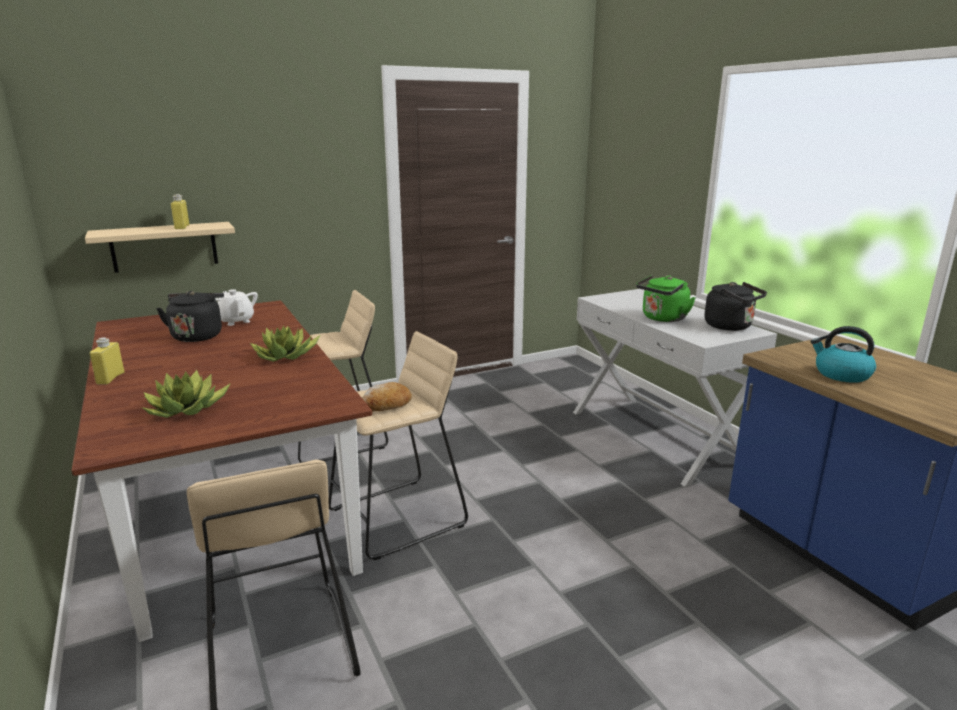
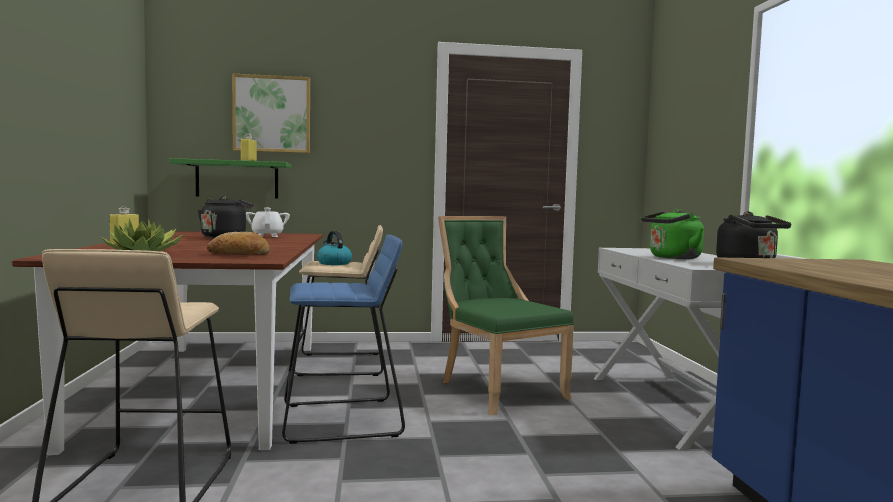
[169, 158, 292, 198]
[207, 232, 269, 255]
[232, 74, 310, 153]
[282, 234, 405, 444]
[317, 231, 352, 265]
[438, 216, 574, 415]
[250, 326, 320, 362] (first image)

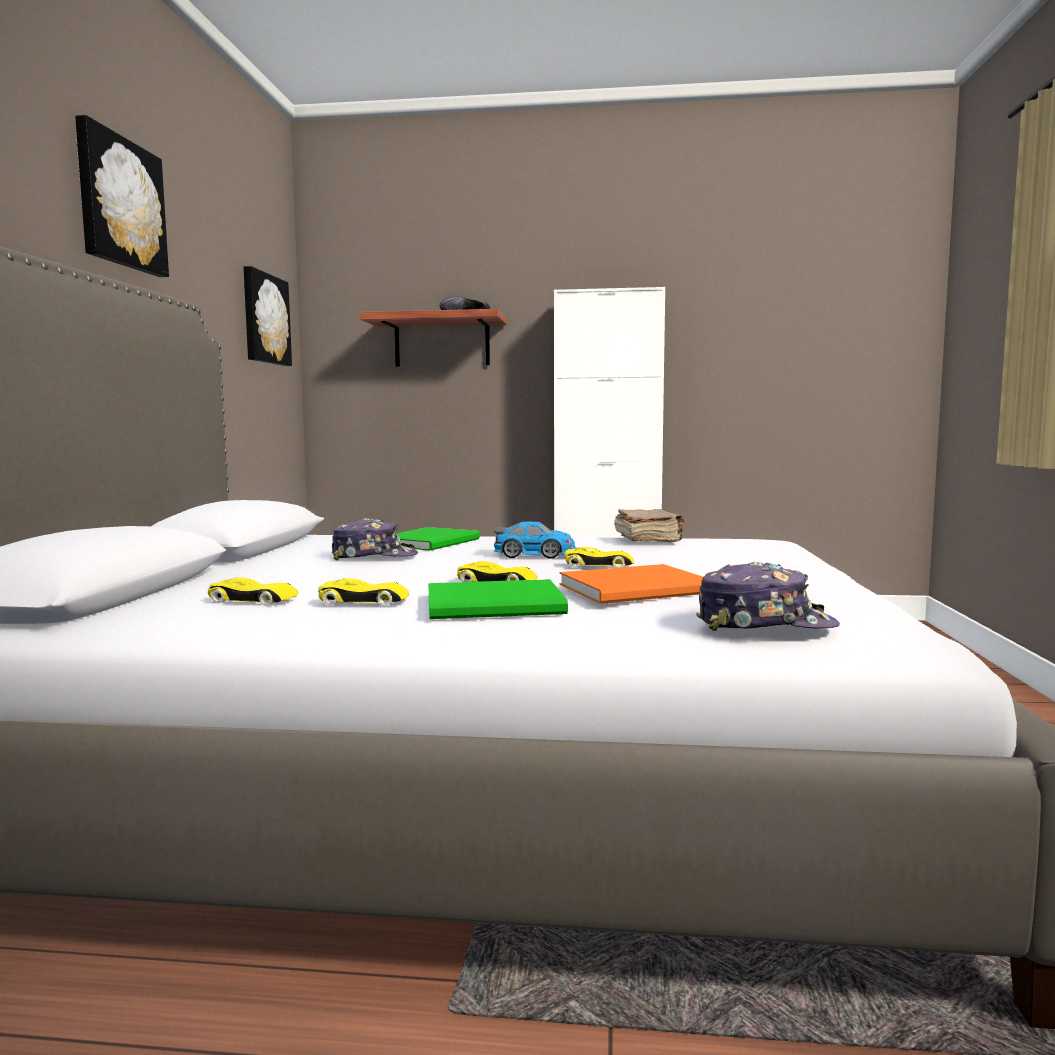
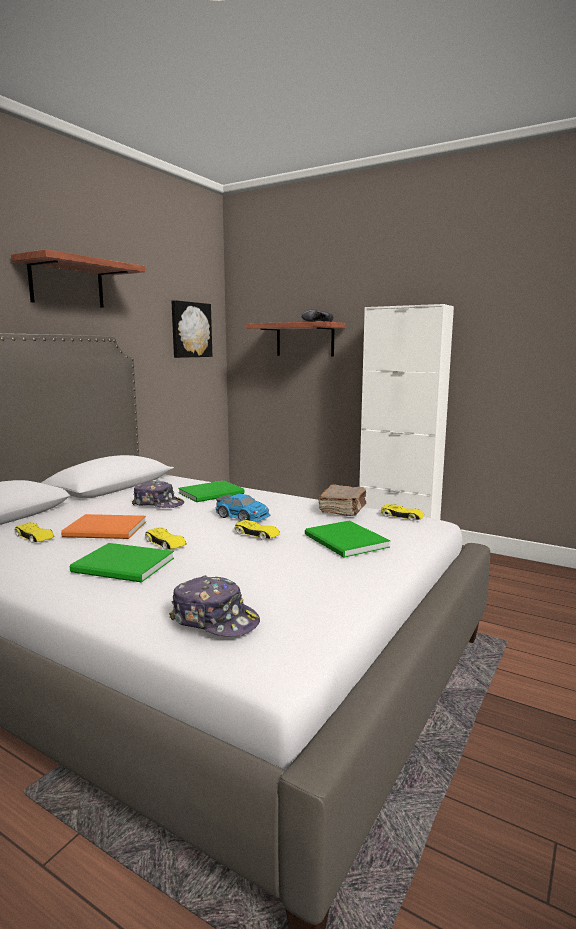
[11, 249, 145, 308]
[61, 514, 146, 539]
[305, 521, 391, 558]
[381, 504, 424, 521]

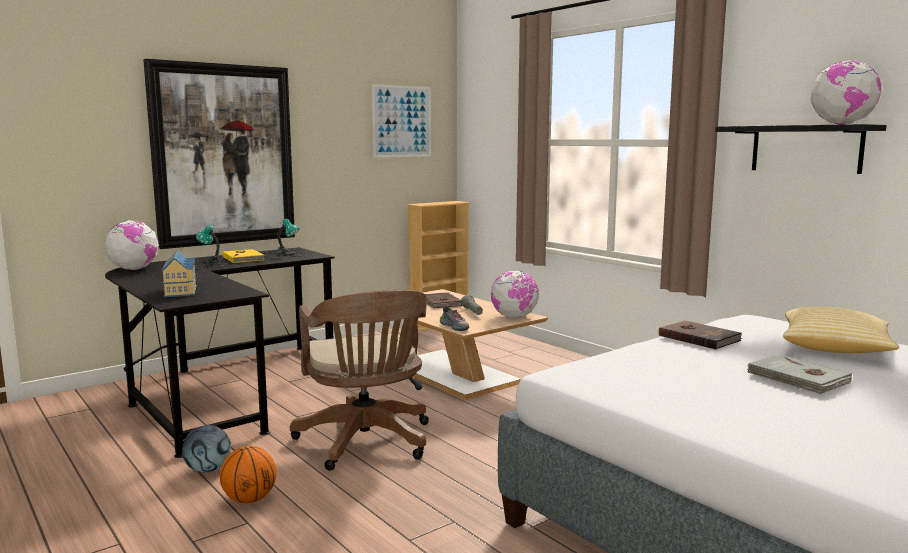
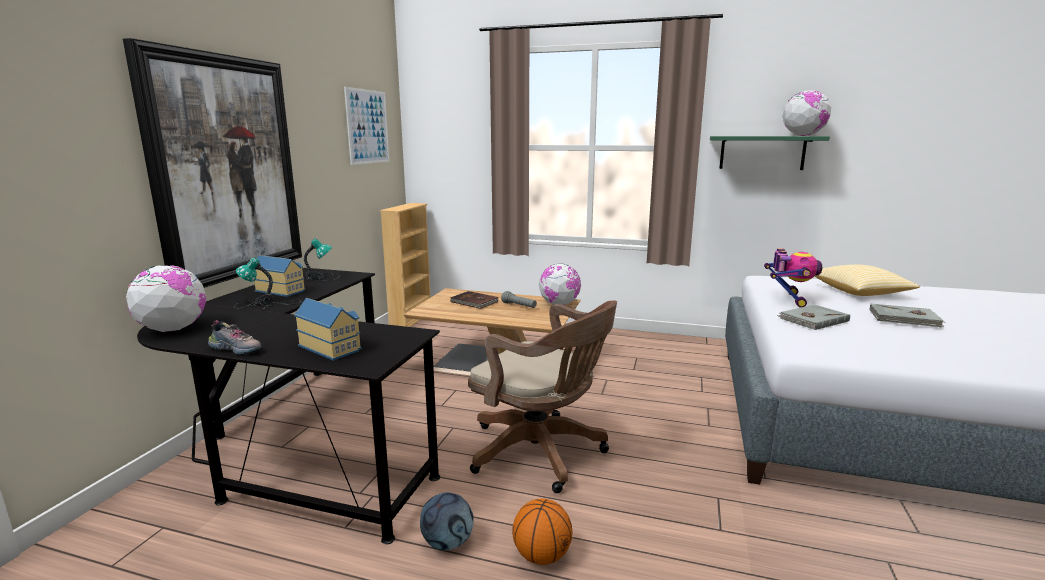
[208, 320, 262, 355]
[254, 255, 305, 297]
[710, 136, 830, 170]
[764, 248, 823, 308]
[777, 305, 850, 330]

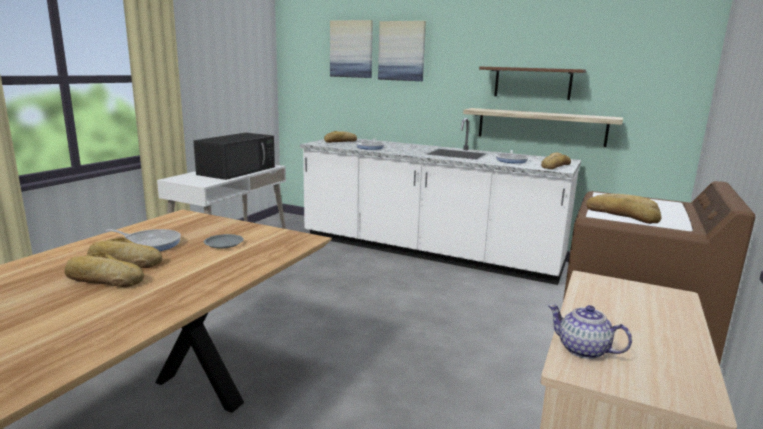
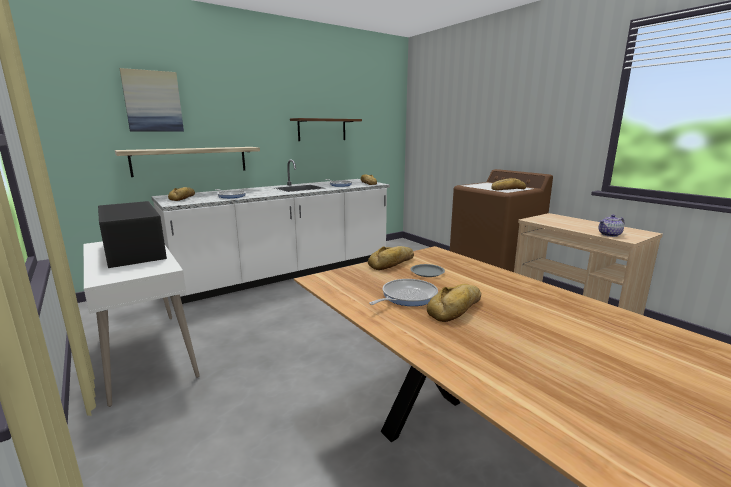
[115, 147, 260, 177]
[368, 246, 414, 270]
[378, 21, 426, 81] (first image)

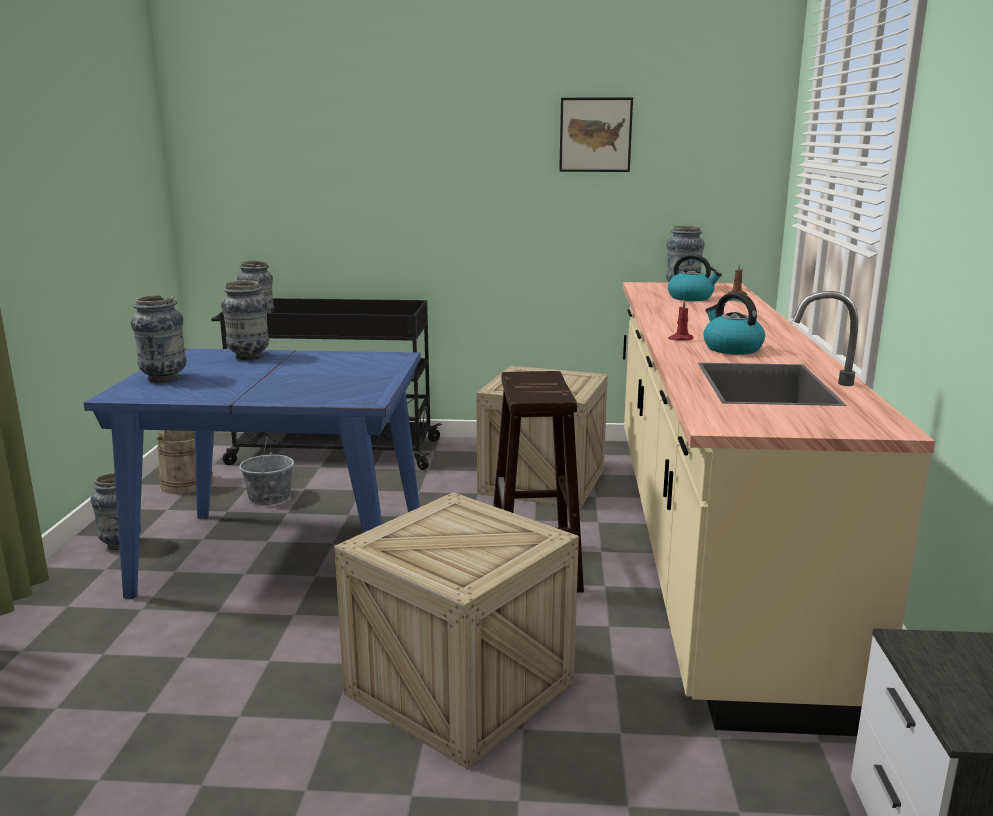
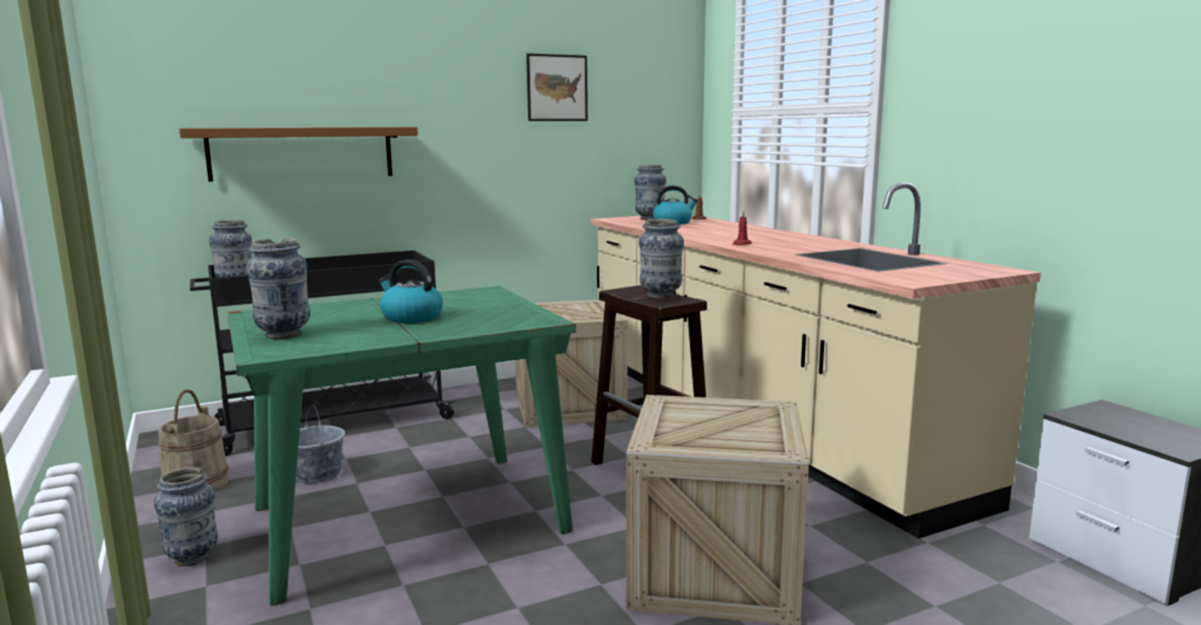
[179, 127, 418, 182]
[227, 286, 576, 605]
[379, 260, 443, 323]
[639, 219, 684, 299]

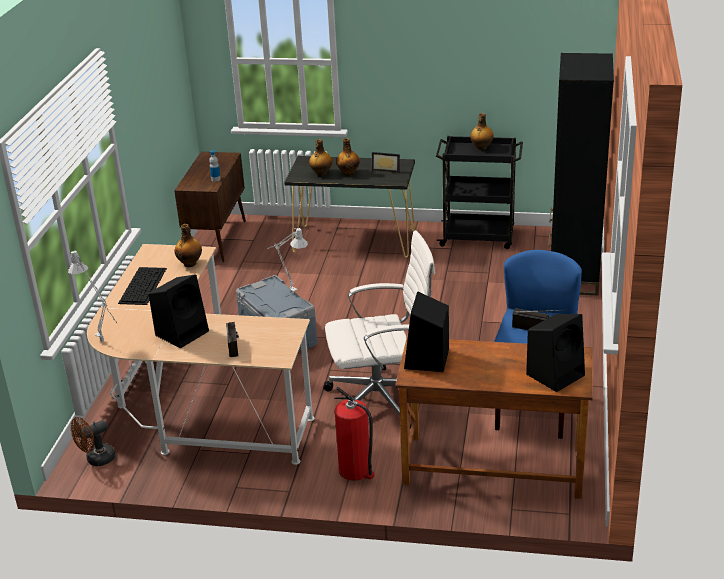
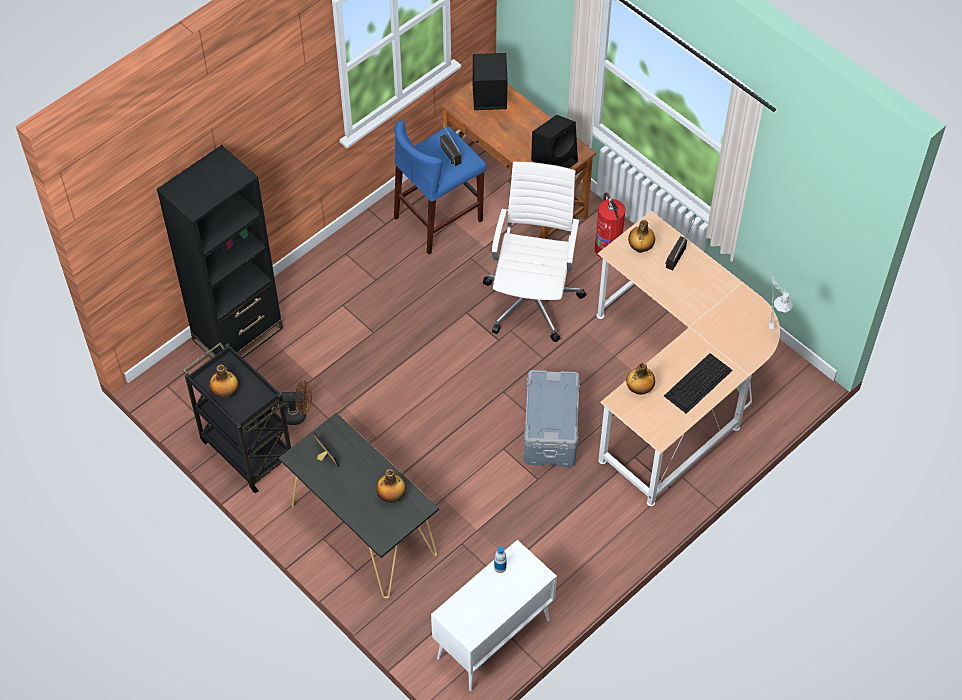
[281, 380, 312, 425]
[431, 540, 557, 691]
[483, 162, 587, 342]
[628, 220, 655, 253]
[148, 274, 209, 348] (first image)
[267, 228, 308, 293] (first image)

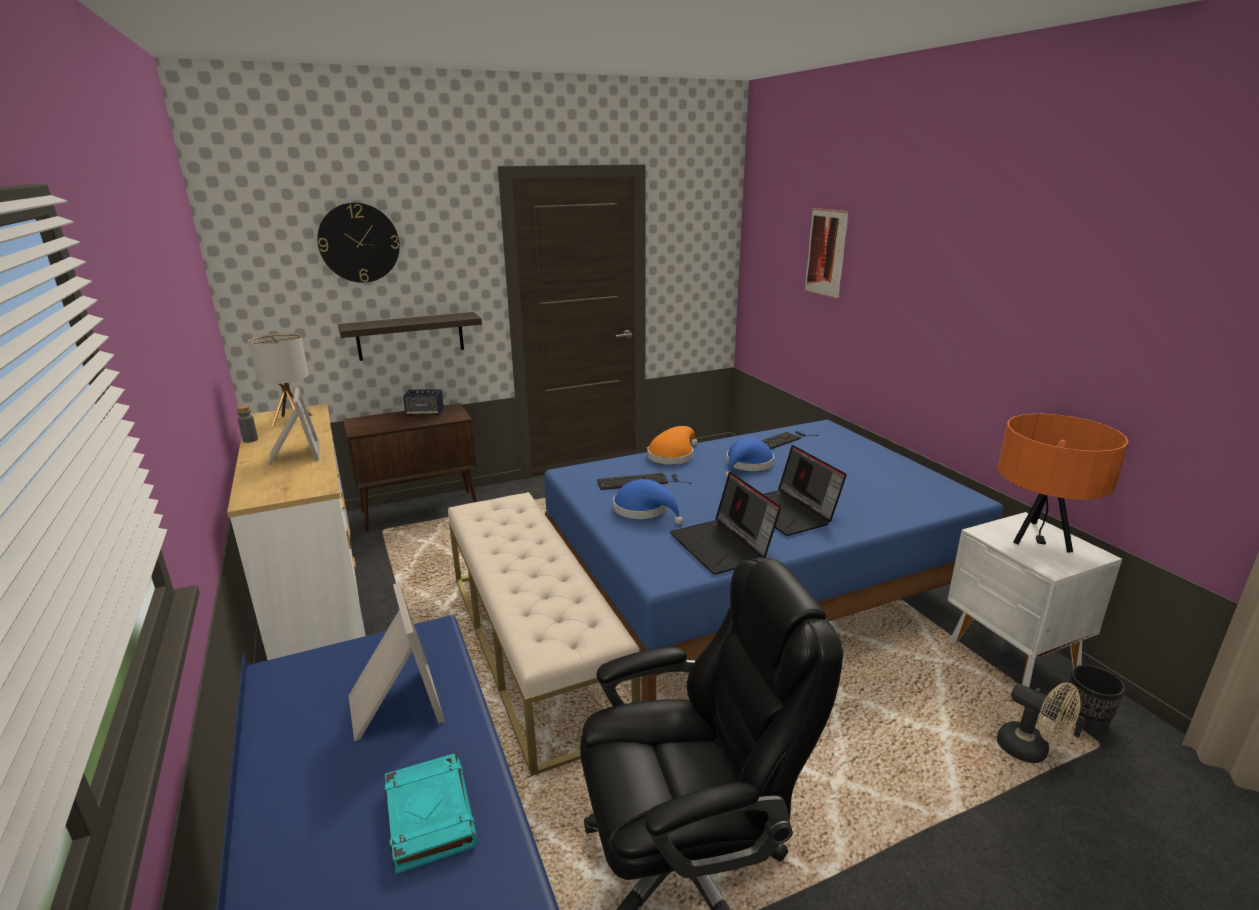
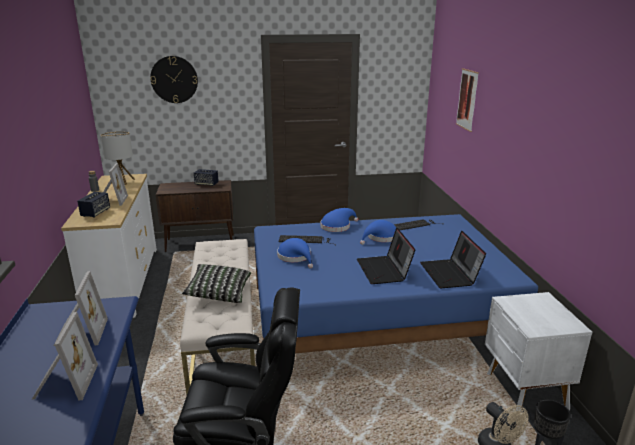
[32, 312, 98, 401]
[77, 192, 110, 218]
[182, 264, 251, 303]
[320, 208, 358, 232]
[420, 231, 486, 288]
[338, 312, 482, 361] (first image)
[998, 413, 1129, 553] (first image)

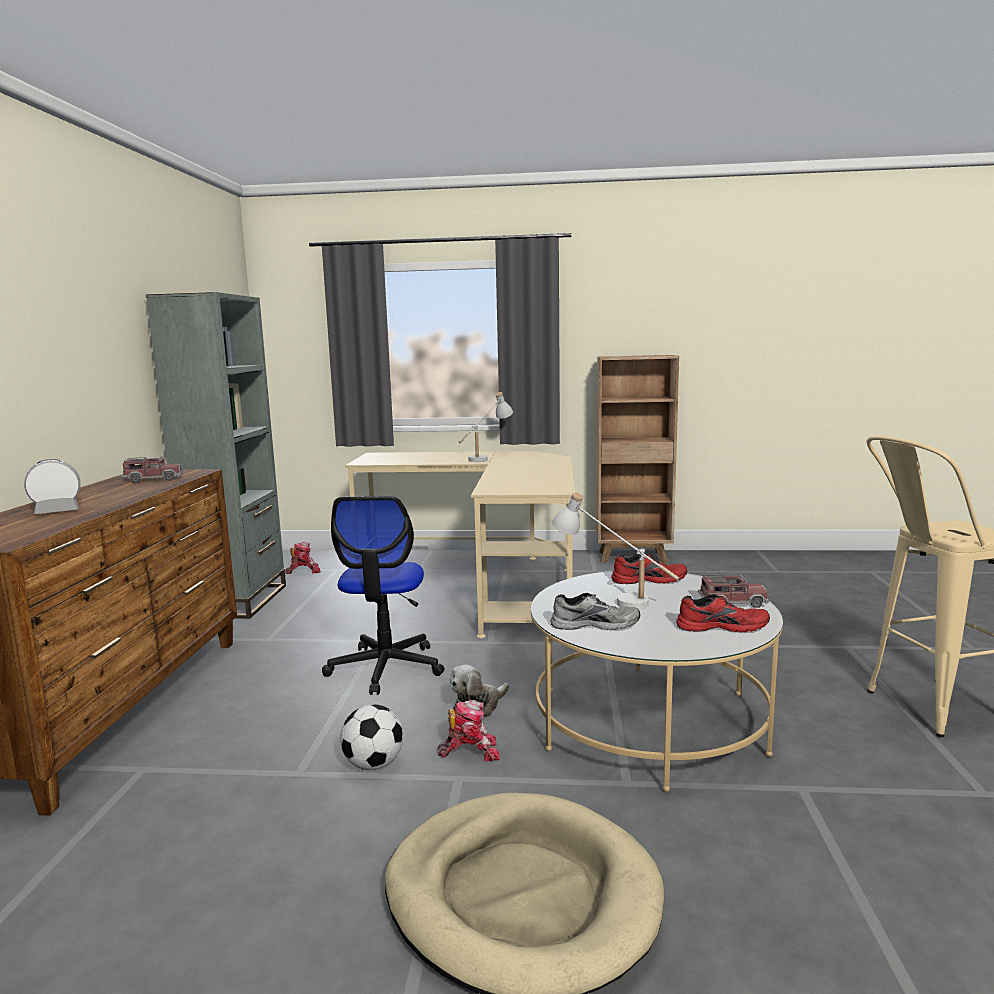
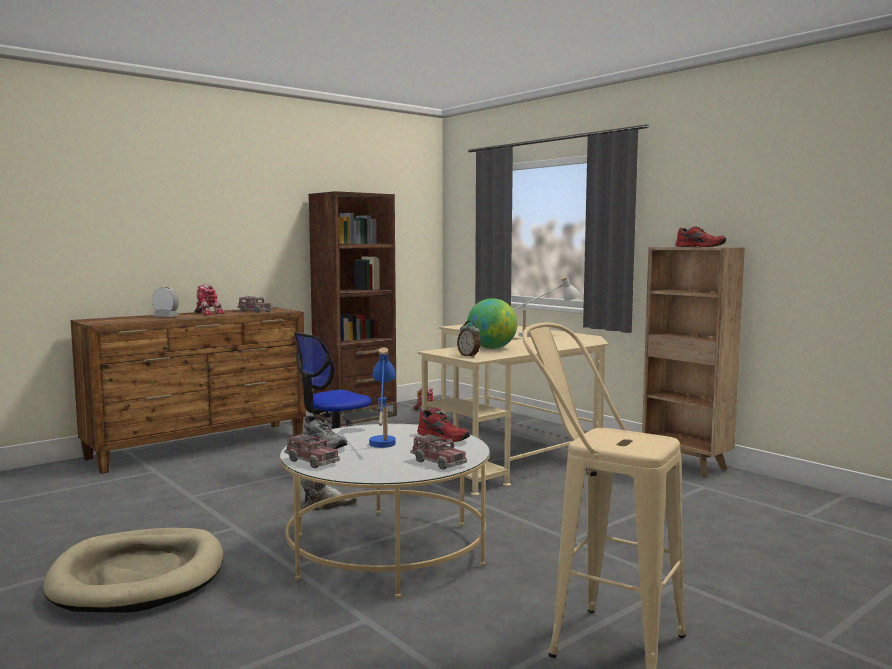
[194, 284, 225, 315]
[284, 432, 340, 468]
[309, 191, 397, 426]
[369, 347, 396, 448]
[457, 321, 480, 357]
[467, 298, 517, 349]
[675, 226, 726, 247]
[340, 704, 403, 770] (first image)

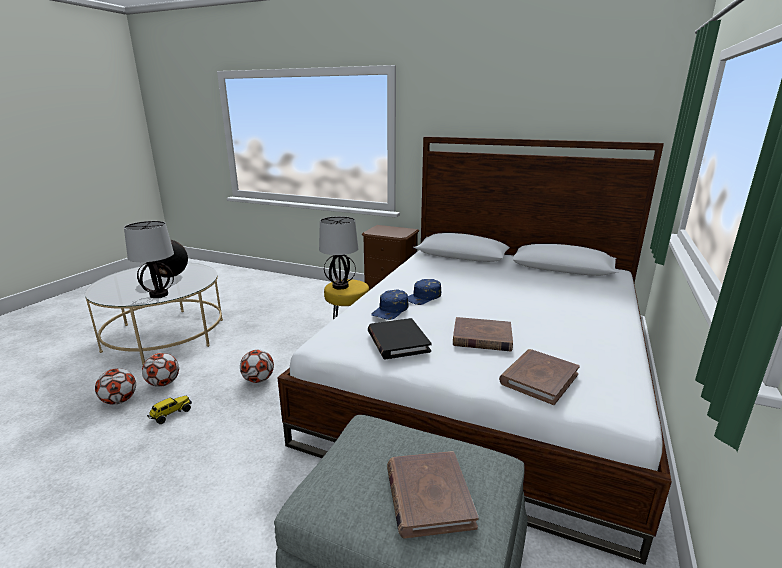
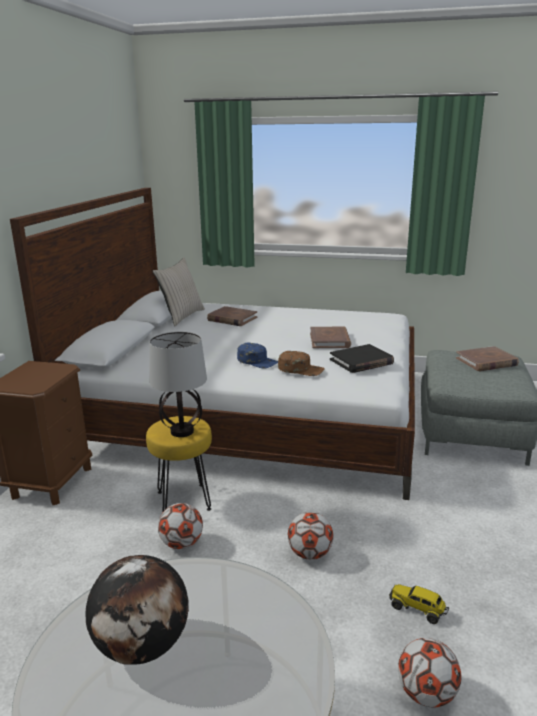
[153, 258, 205, 326]
[158, 503, 203, 549]
[207, 306, 257, 326]
[278, 351, 325, 376]
[124, 221, 174, 298] (first image)

